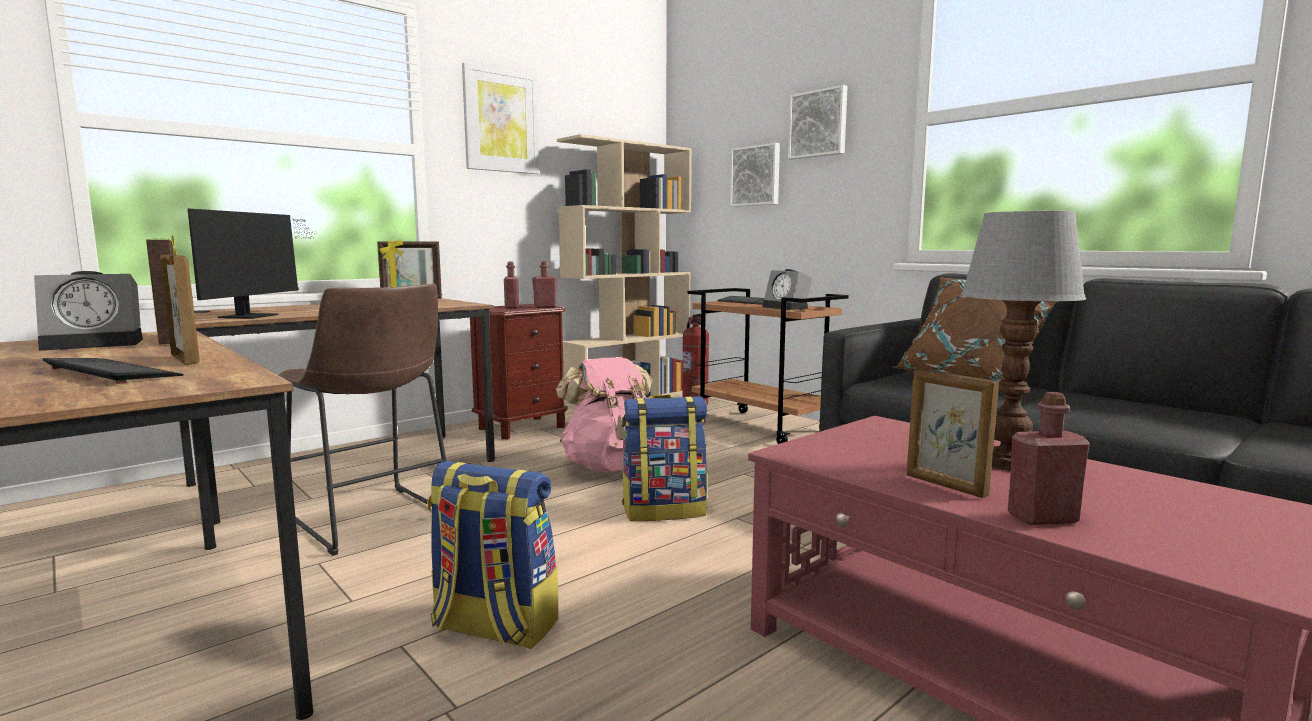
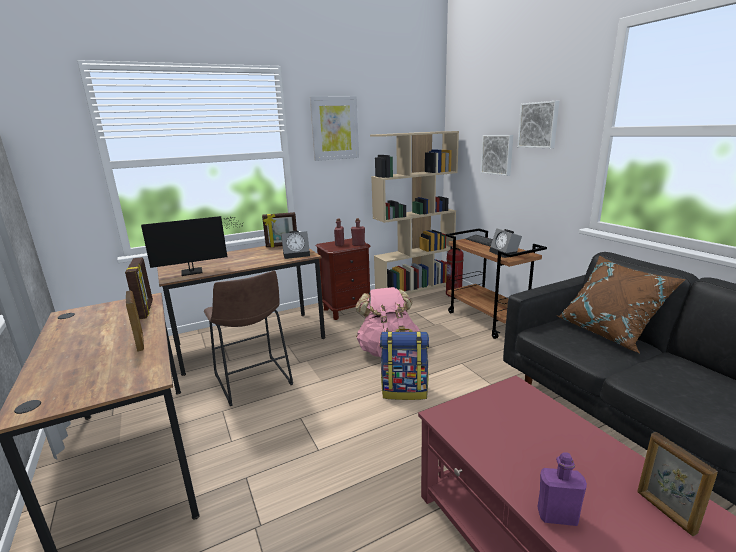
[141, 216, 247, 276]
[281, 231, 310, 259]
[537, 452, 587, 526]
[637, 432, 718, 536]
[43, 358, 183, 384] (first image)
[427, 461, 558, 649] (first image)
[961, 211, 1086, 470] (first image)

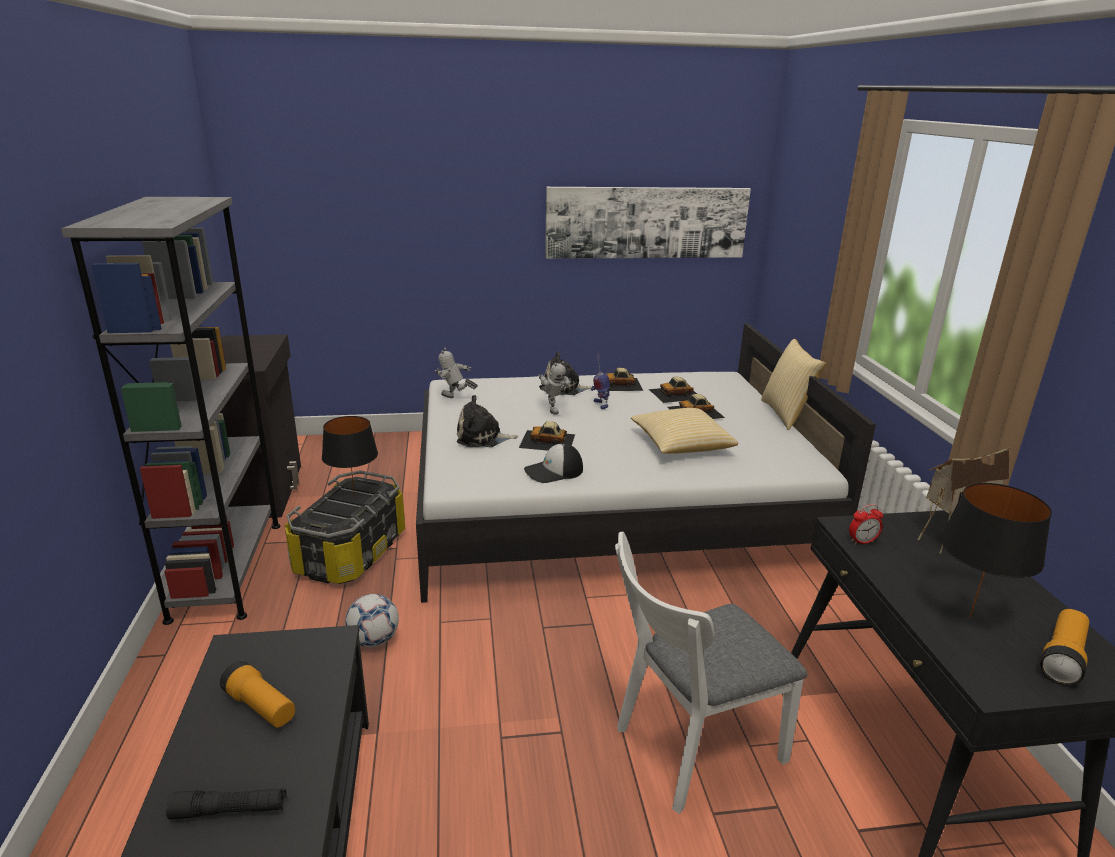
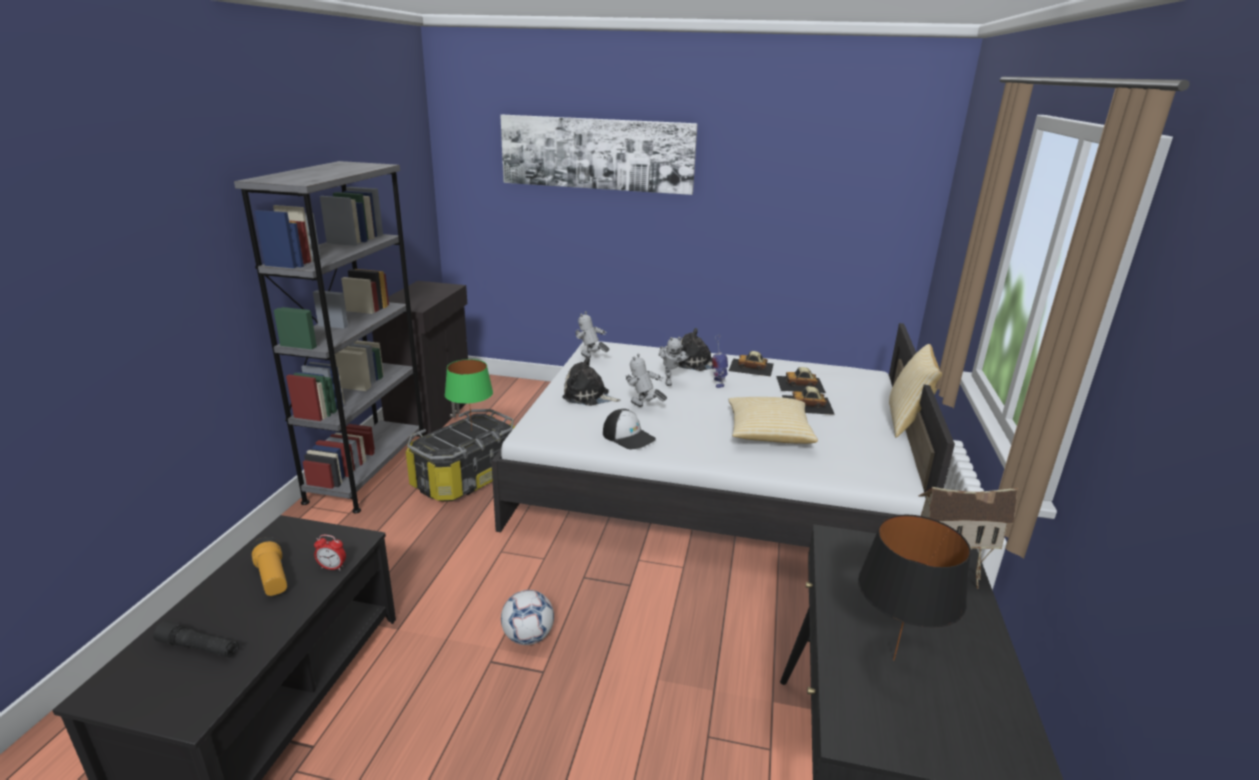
[314, 535, 346, 570]
[445, 359, 493, 431]
[500, 115, 698, 195]
[501, 590, 554, 645]
[603, 409, 656, 450]
[626, 354, 667, 407]
[615, 532, 808, 814] (first image)
[1040, 609, 1089, 686] (first image)

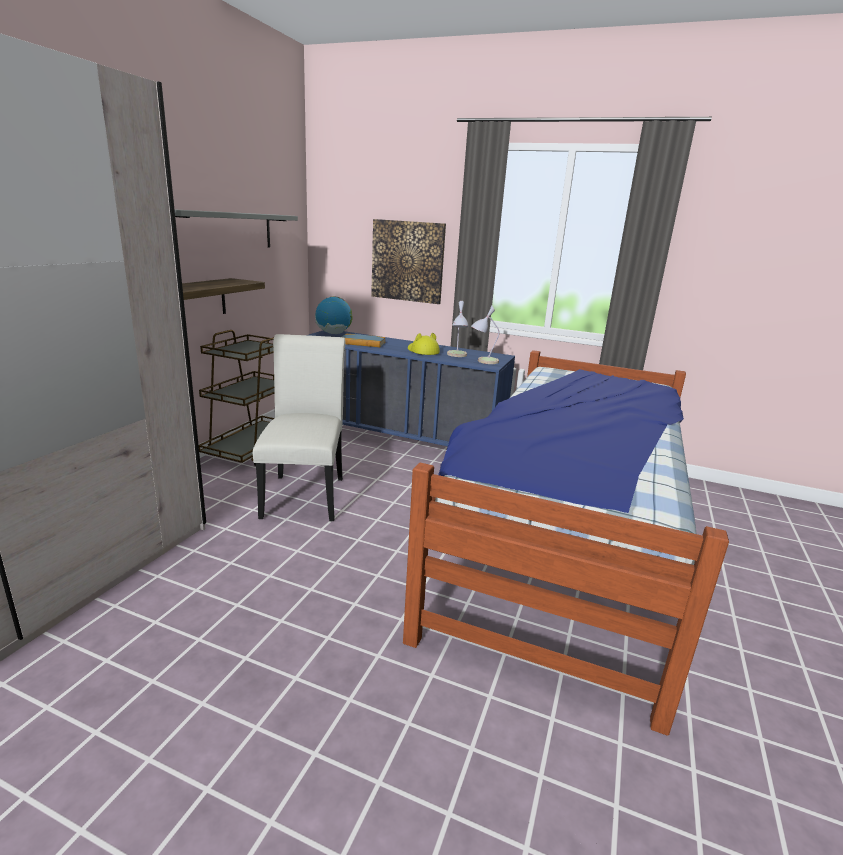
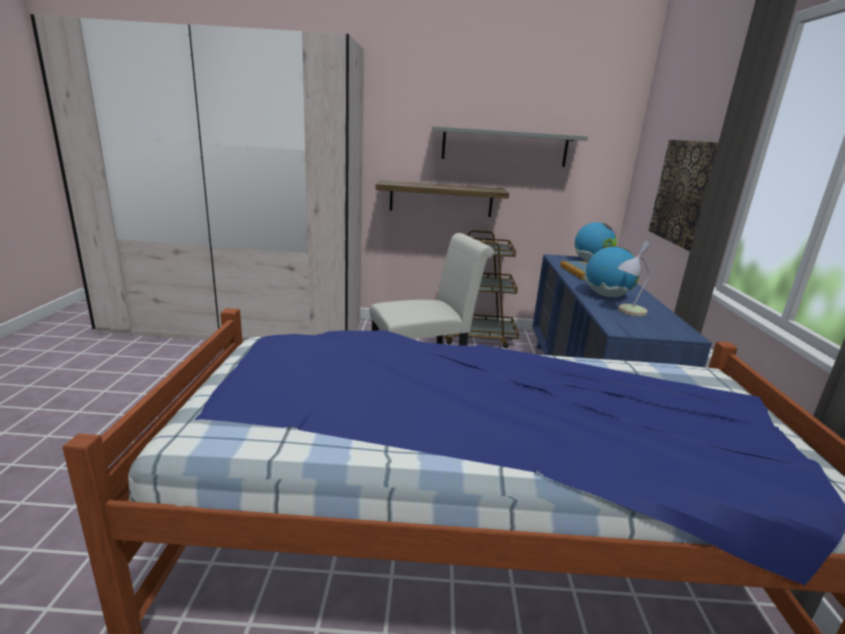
[585, 246, 639, 297]
[471, 305, 500, 364] (first image)

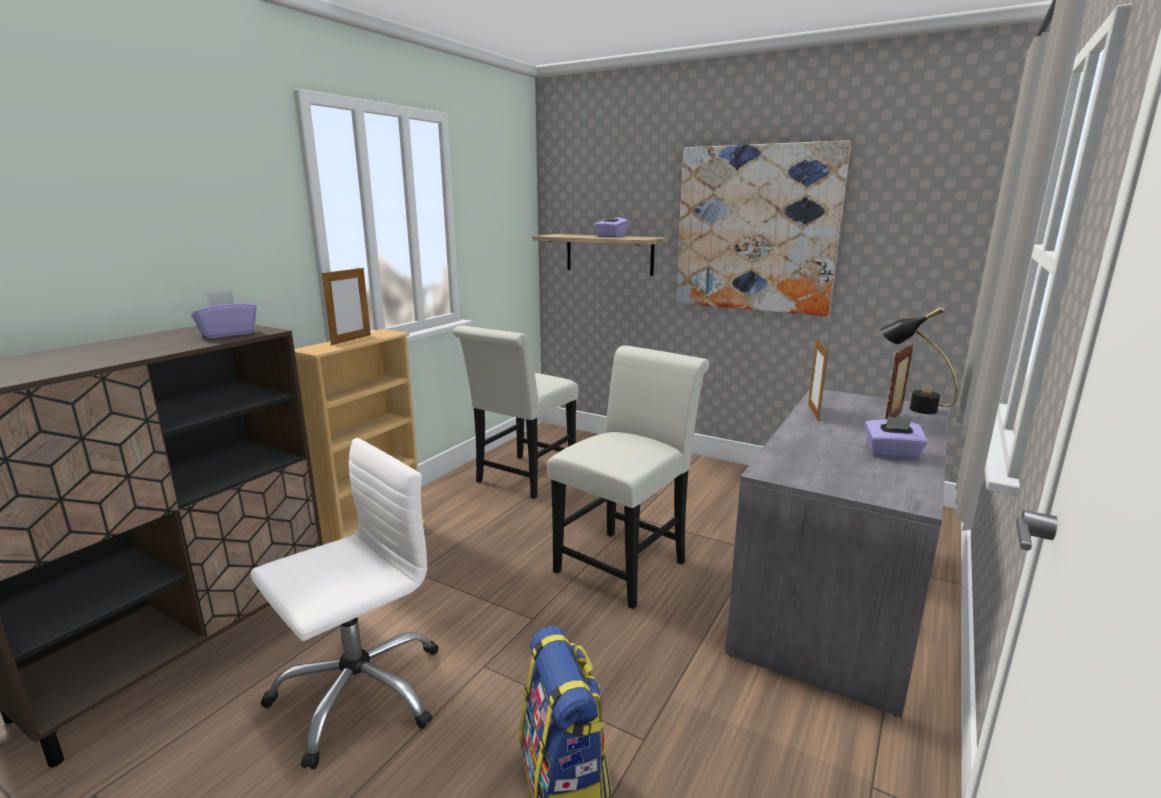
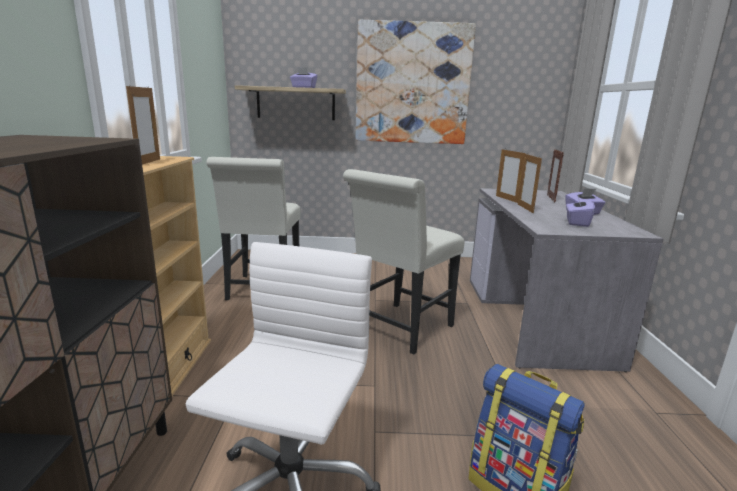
[343, 169, 464, 355]
[518, 154, 542, 213]
[566, 195, 595, 227]
[880, 306, 958, 414] (first image)

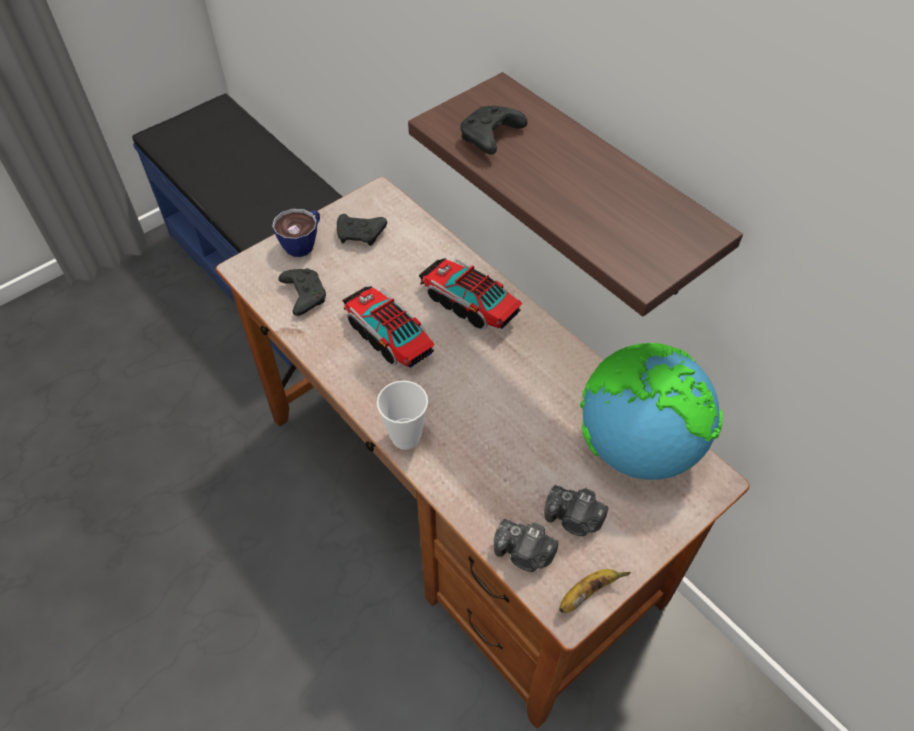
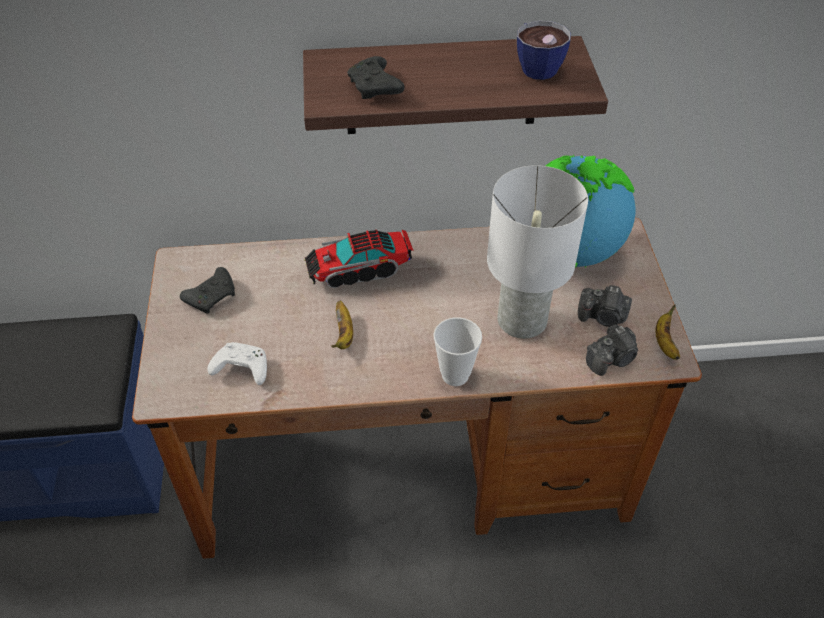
[208, 342, 267, 385]
[332, 300, 353, 349]
[487, 165, 588, 339]
[517, 21, 571, 80]
[578, 285, 632, 327]

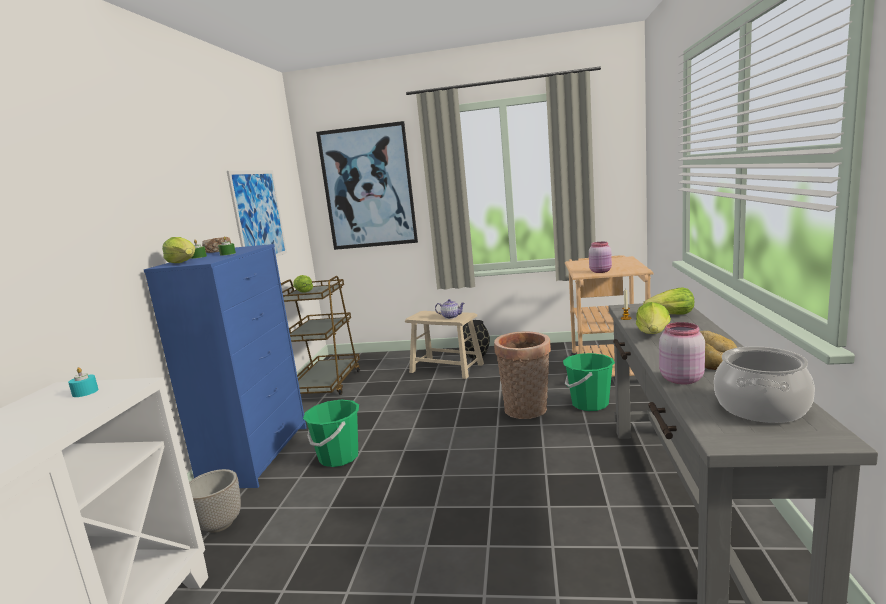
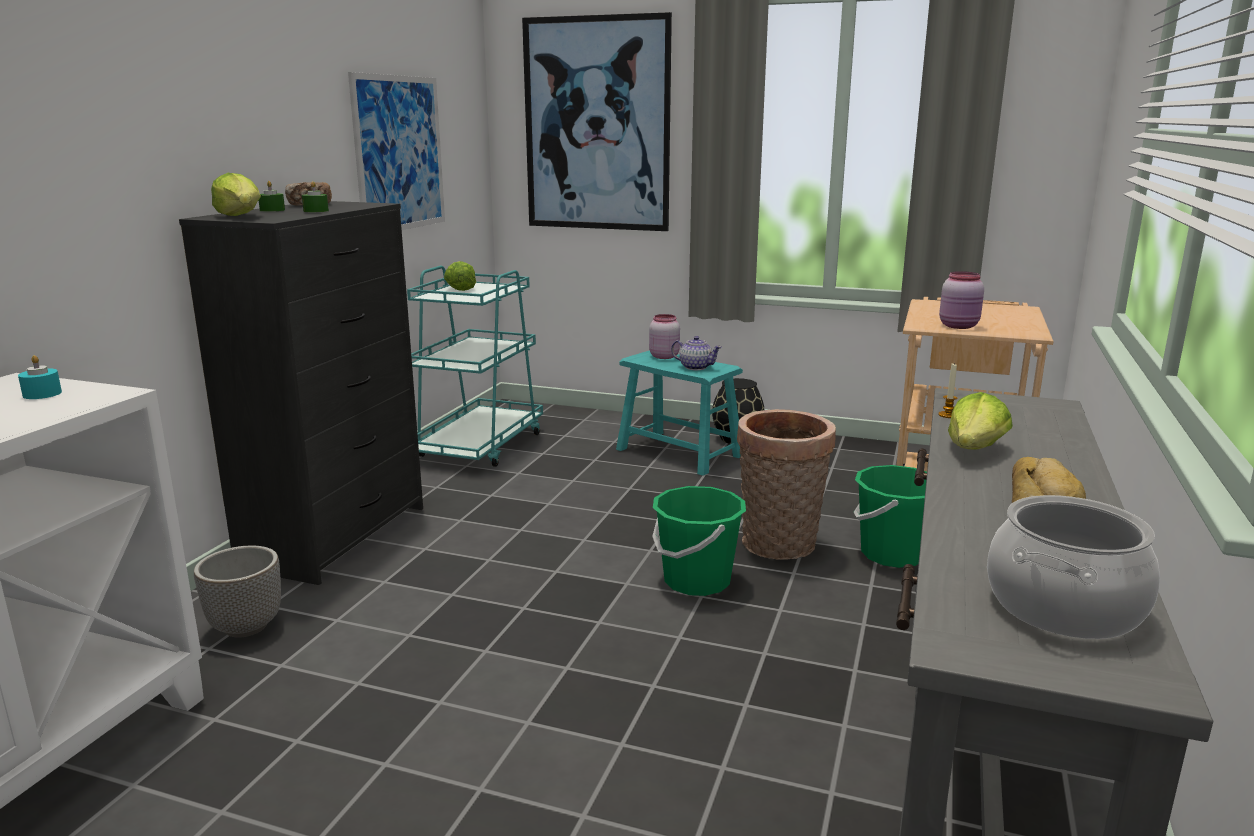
[179, 201, 423, 585]
[407, 266, 543, 467]
[616, 350, 743, 476]
[649, 314, 680, 359]
[652, 486, 746, 596]
[643, 287, 694, 315] (first image)

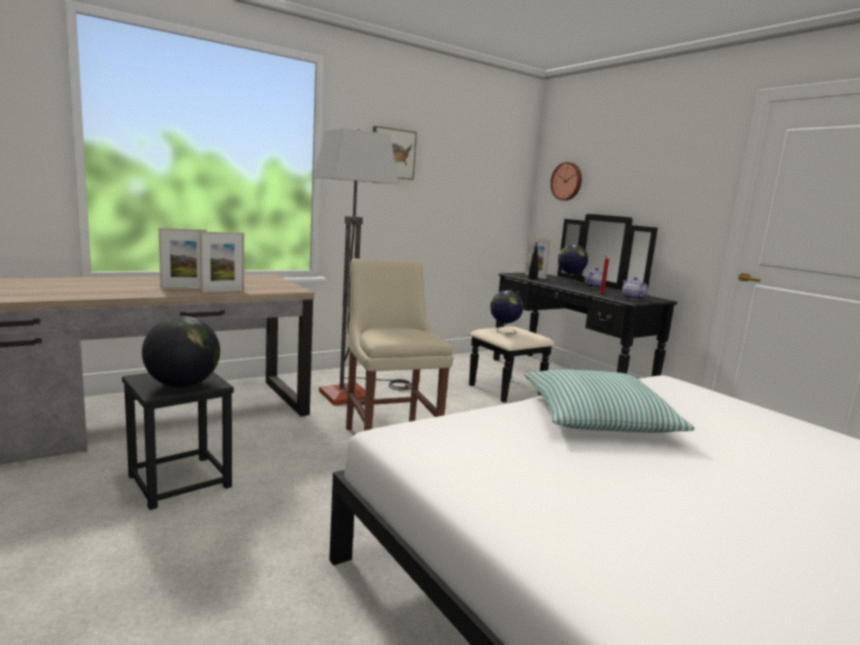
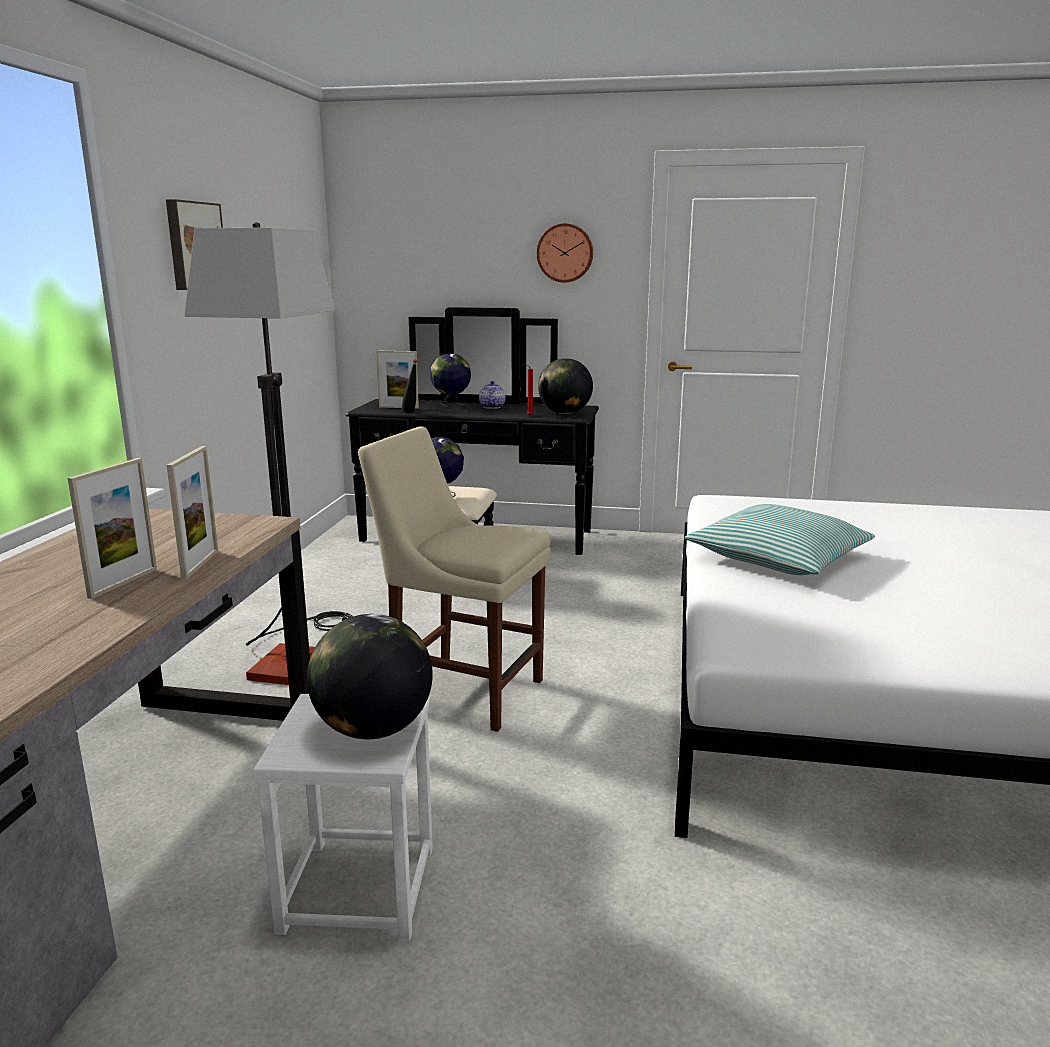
[253, 694, 433, 941]
[537, 223, 593, 283]
[538, 358, 593, 414]

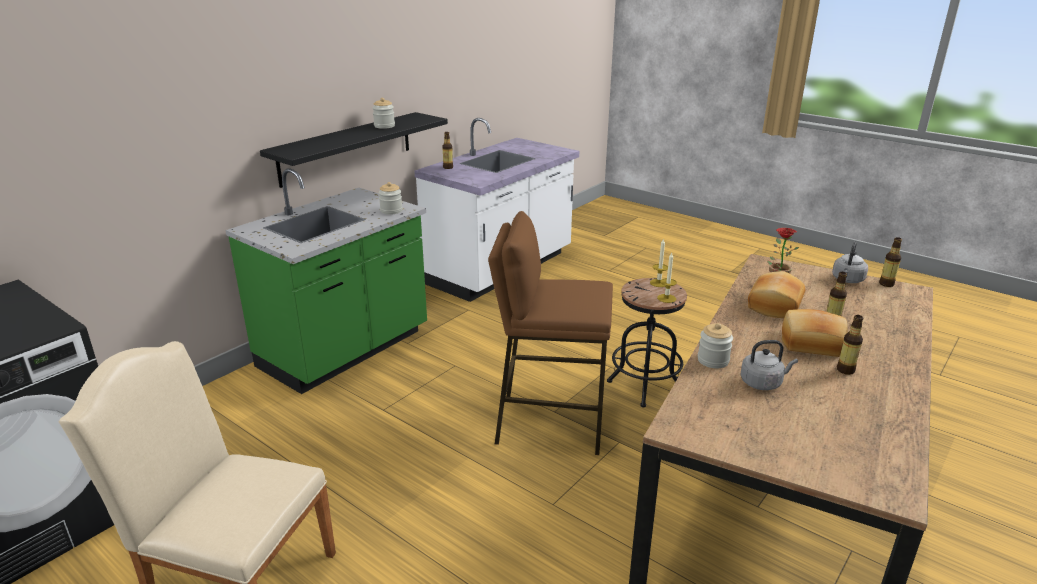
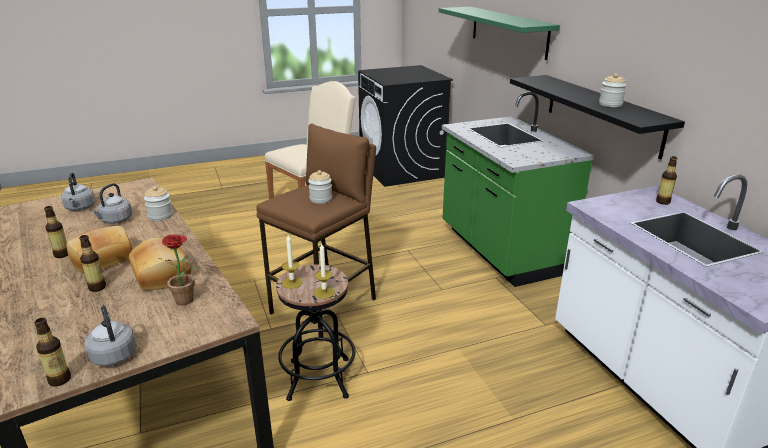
[61, 173, 95, 211]
[308, 170, 332, 204]
[439, 7, 560, 60]

